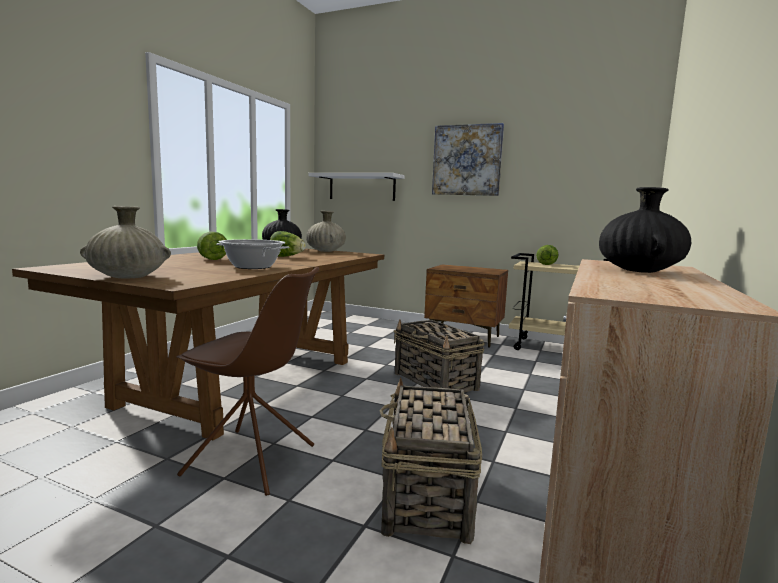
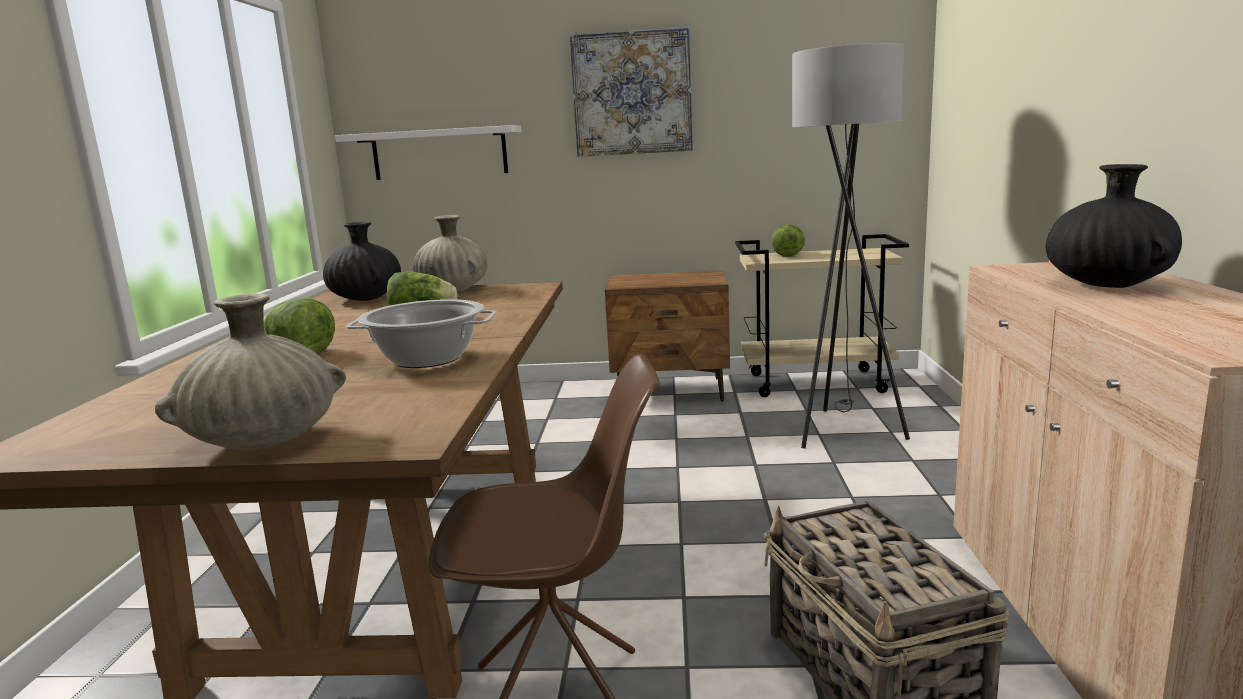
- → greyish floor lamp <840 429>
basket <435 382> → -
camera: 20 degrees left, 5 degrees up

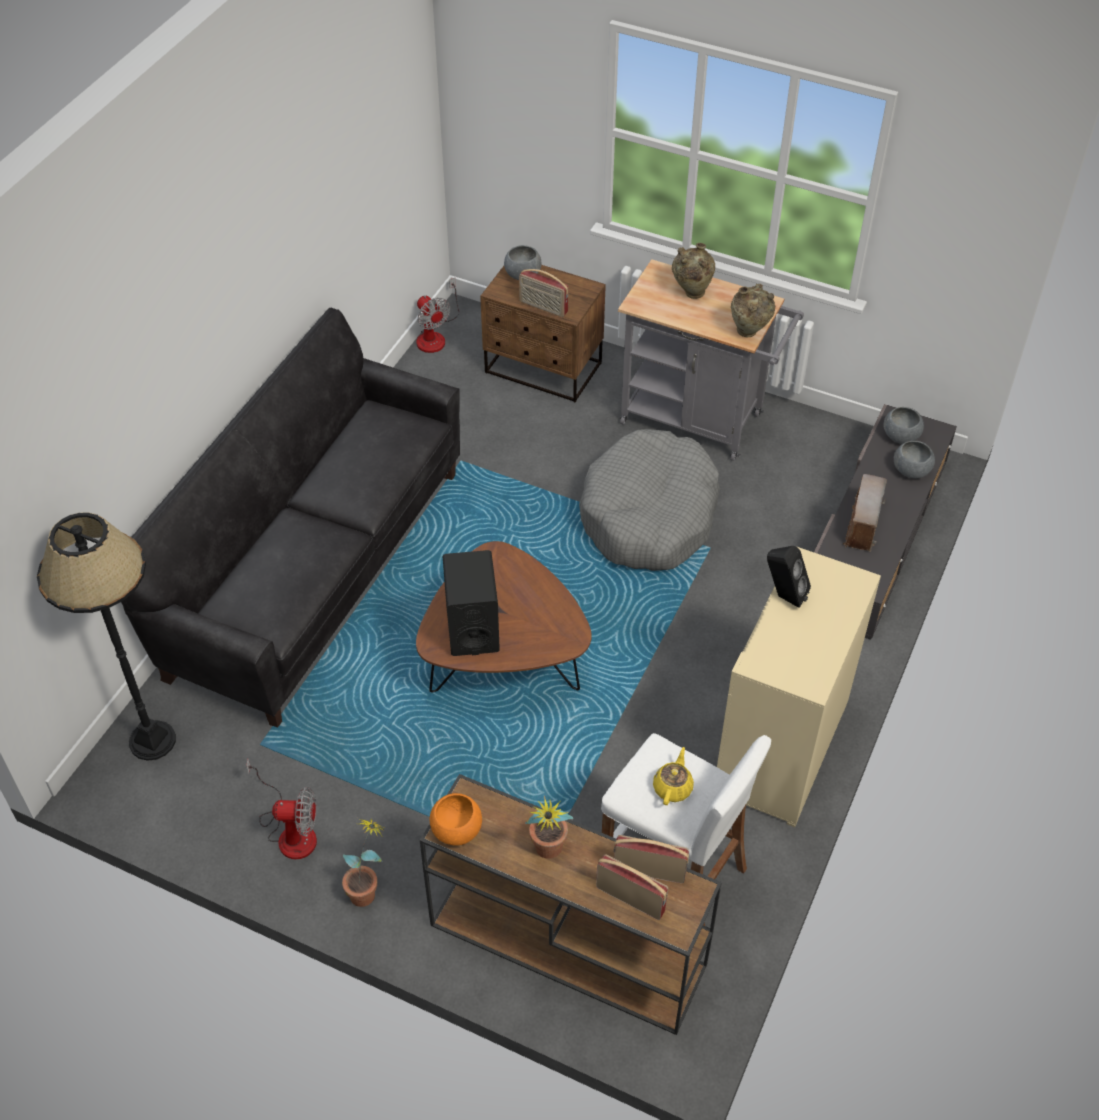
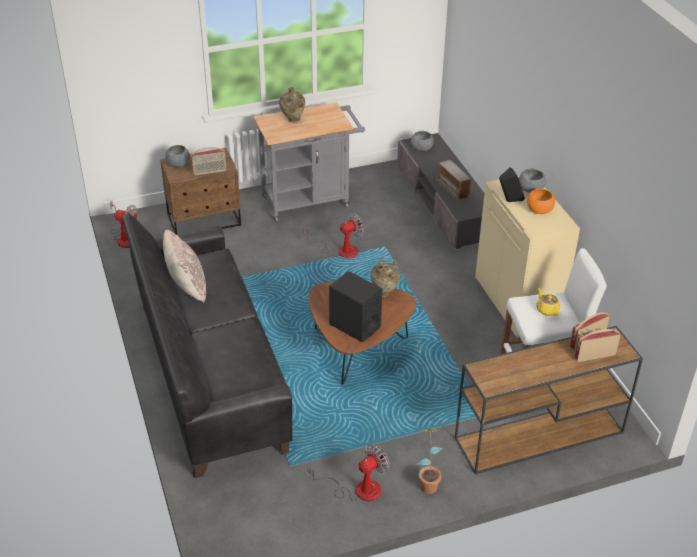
- → beige-coloured throw pillow <186 286>
greyish pet bed <649 515> → cooling fan <340 250>
beige-coloured decorative vase <749 333> → beige-coloured decorative vase <384 293>, shifted
greyish serving bowl <911 470> → greyish serving bowl <530 189>, shifted
orange-coloured serving bowl <456 829> → orange-coloured serving bowl <539 210>, shifted
blackish floor lamp <153 740> → -
plant in a pot <548 854> → -
camera: 45 degrees left, 10 degrees down

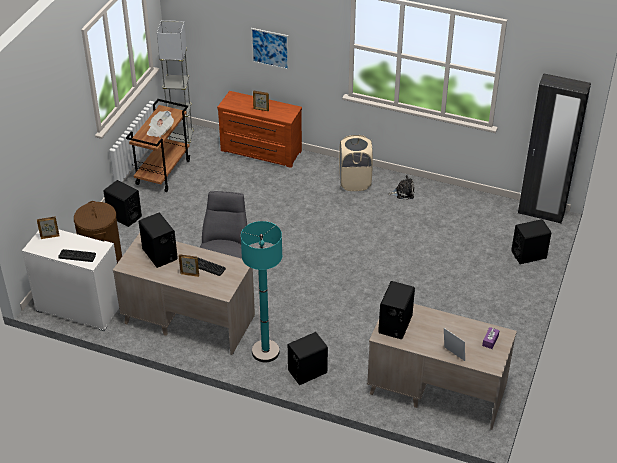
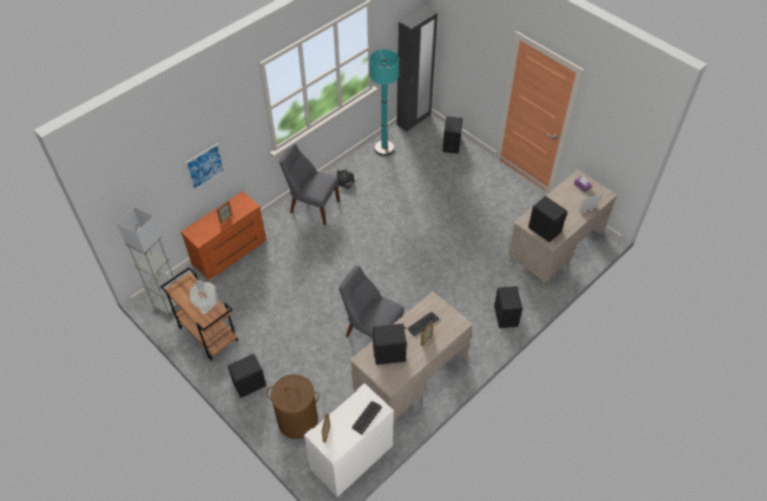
beige-coloured laundry basket <355 182> → greyish upright chair <312 206>
turquoise floor lamp <265 352> → turquoise floor lamp <384 148>, shifted
camera: 65 degrees left, 10 degrees up

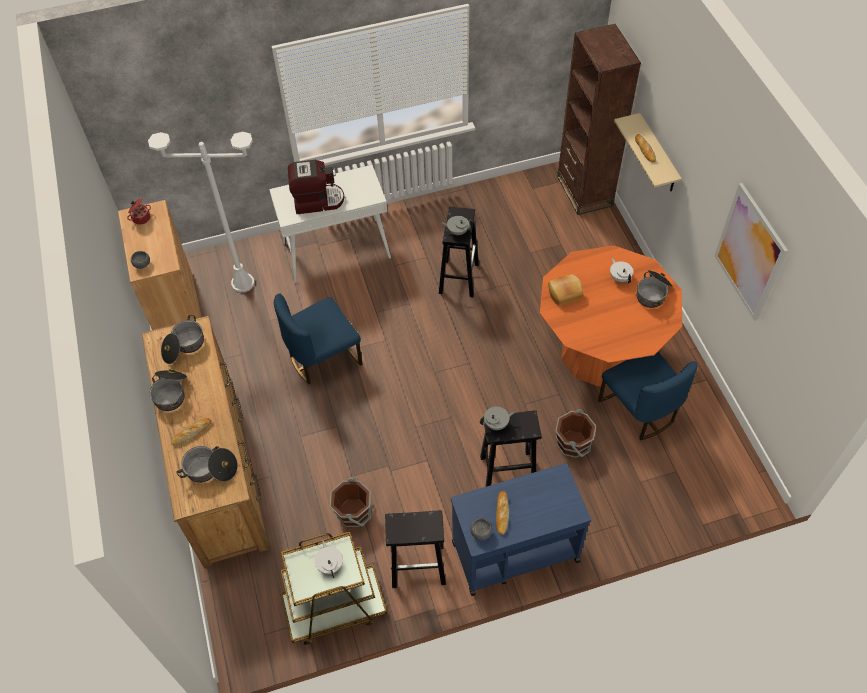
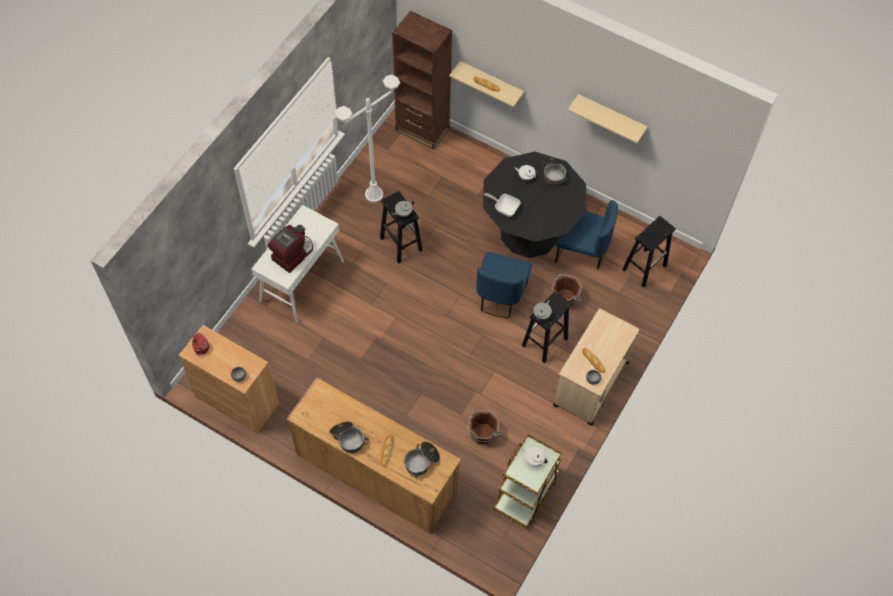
white floor lamp <242 283> → white floor lamp <374 195>, shifted
bluish upright chair <323 357> → bluish upright chair <500 296>, shifted
orange-coloured kitchen table <600 353> → blackish kitchen table <529 232>
bakery bread <564 293> → pan <504 209>
bluish wheeled cart <514 551> → beige-coloured wheeled cart <590 384>
wall art <750 253> → beige-coloured shelf <611 117>
blackish stool seat <419 566> → blackish stool seat <644 267>, shifted
saucepot <184 346> → -
camera: 45 degrees left, 5 degrees up

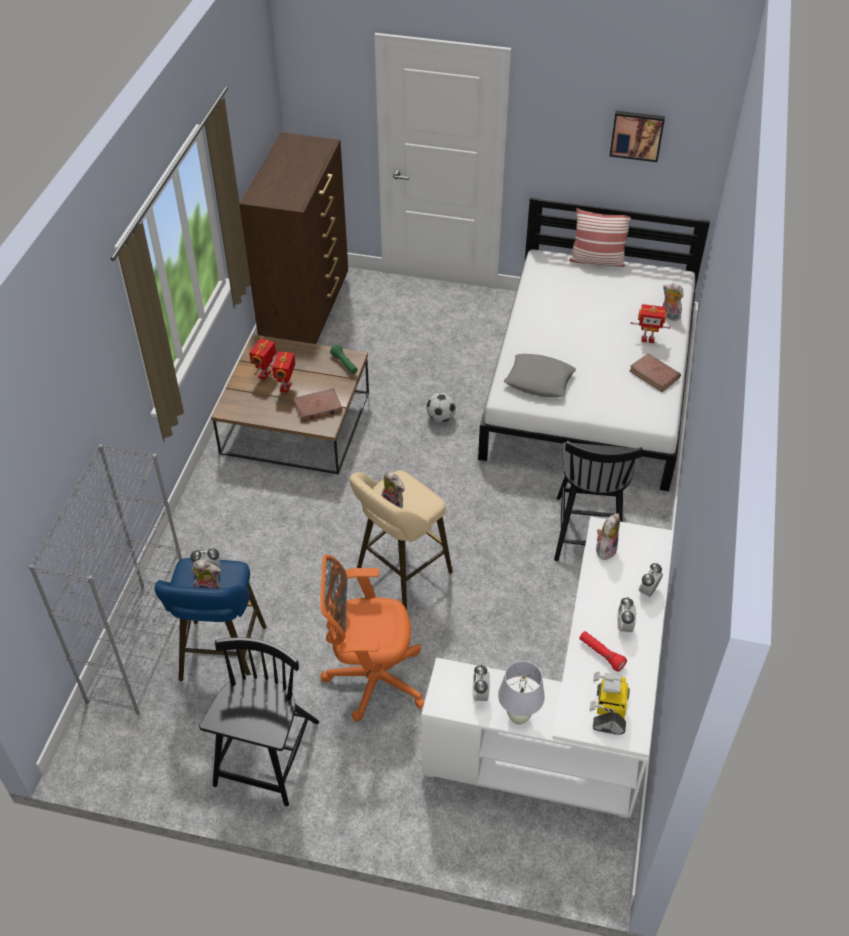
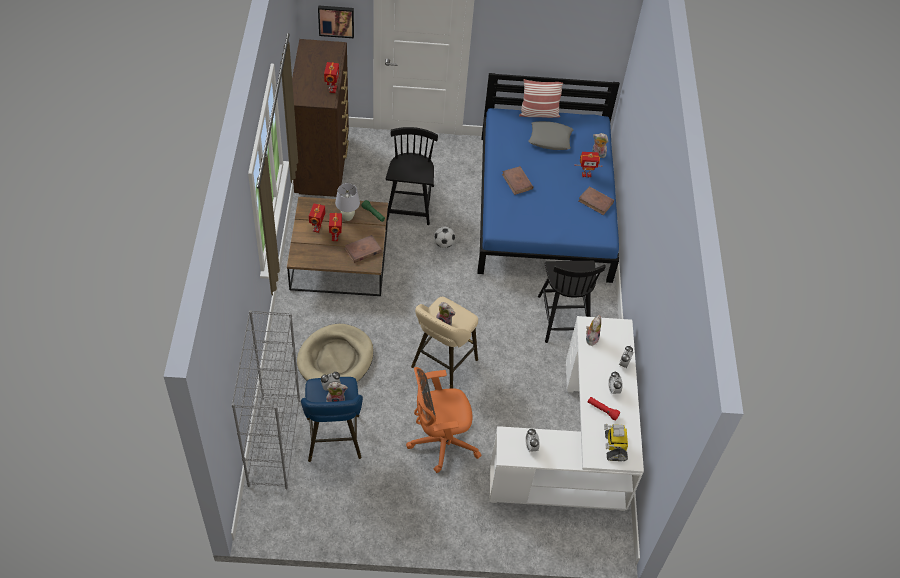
- → beige-coloured pet bed <336 359>
wall art <637 135> → wall art <336 20>, shifted
- → robot figure <332 89>
white table lamp <518 717> → white table lamp <348 217>, shifted
blackish upright chair <267 755> → blackish upright chair <410 204>, shifted
white bedroom bed <590 384> → bluish bedroom bed <544 206>
- → brownish book <517 182>
greyish throw pillow <539 380> → greyish throw pillow <550 139>, shifted
camera: 15 degrees left, 5 degrees up

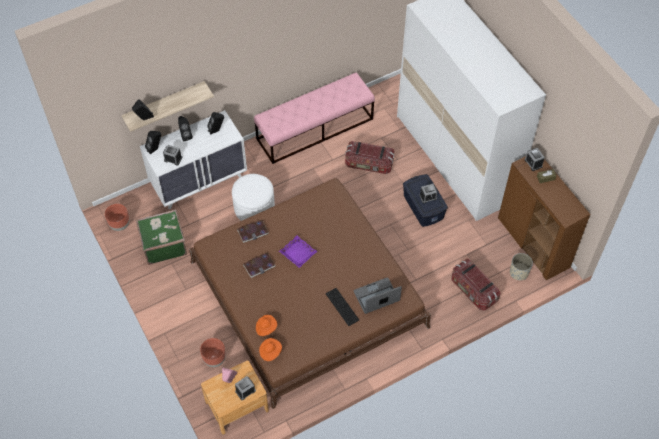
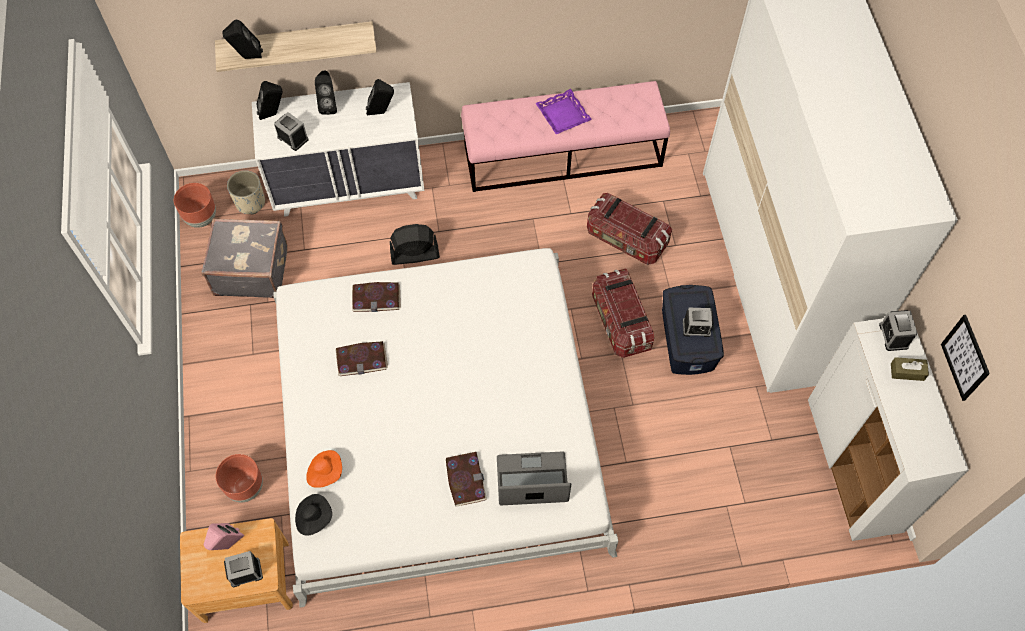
green piece of luggage <163 244> → greyish piece of luggage <251 270>
beige-coloured planter <518 272> → beige-coloured planter <250 202>, shifted
brownish bedroom bed <308 293> → white bedroom bed <439 426>
orange-coloured hat <270 352> → blackish hat <314 517>
white pouffe <254 208> → blackish cooling fan <414 255>
keyboard <342 307> → book <465 479>
purple tray <297 253> → purple tray <562 115>, shifted
storage container <473 290> → storage container <620 322>, shifted
brownish storage cabinet <533 243> → white storage cabinet <854 466>
- → wall art <965 358>
camera: 20 degrees right, 5 degrees up

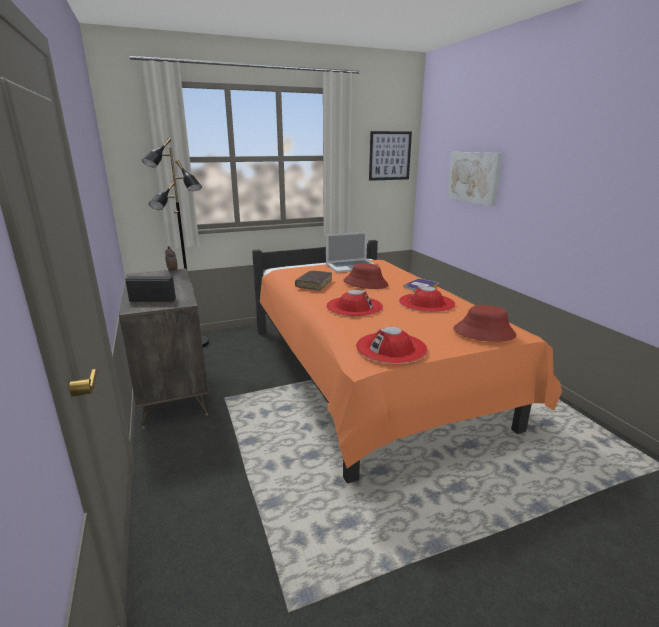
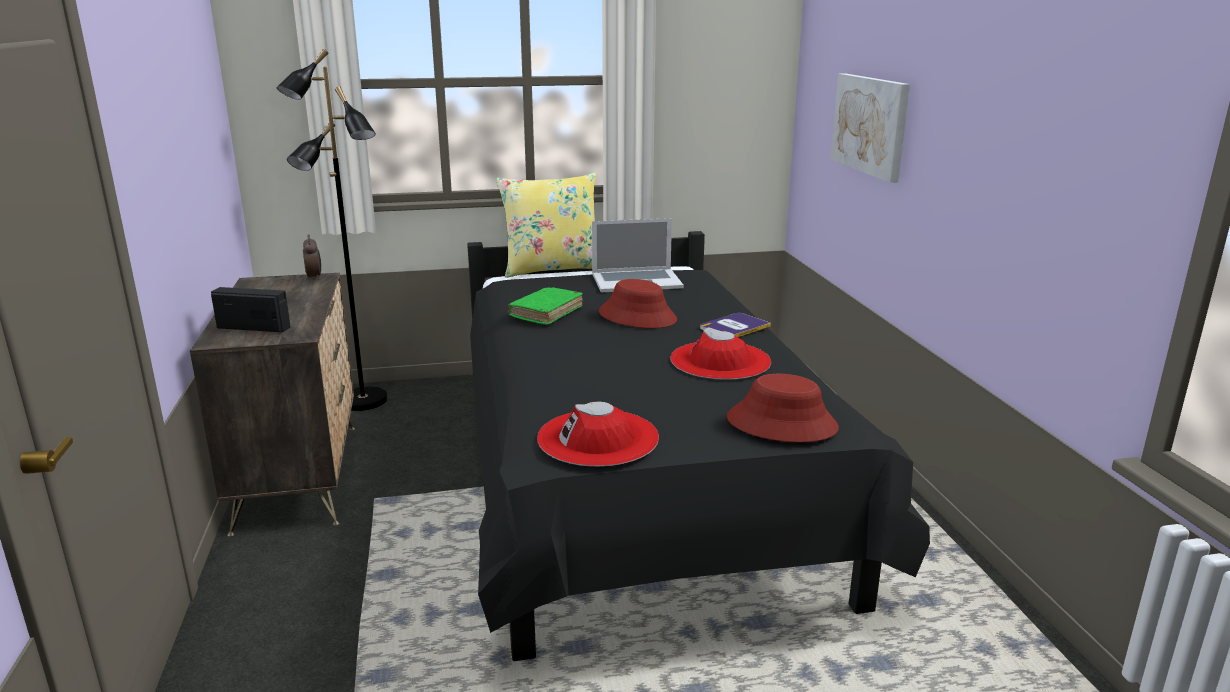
orange-coloured bedroom bed <368 377> → blackish bedroom bed <635 485>
- → yellowish throw pillow <552 269>
brownish book <314 284> → green book <546 313>
red hat <354 306> → -
wall art <390 156> → -
camera: 10 degrees right, 0 degrees up

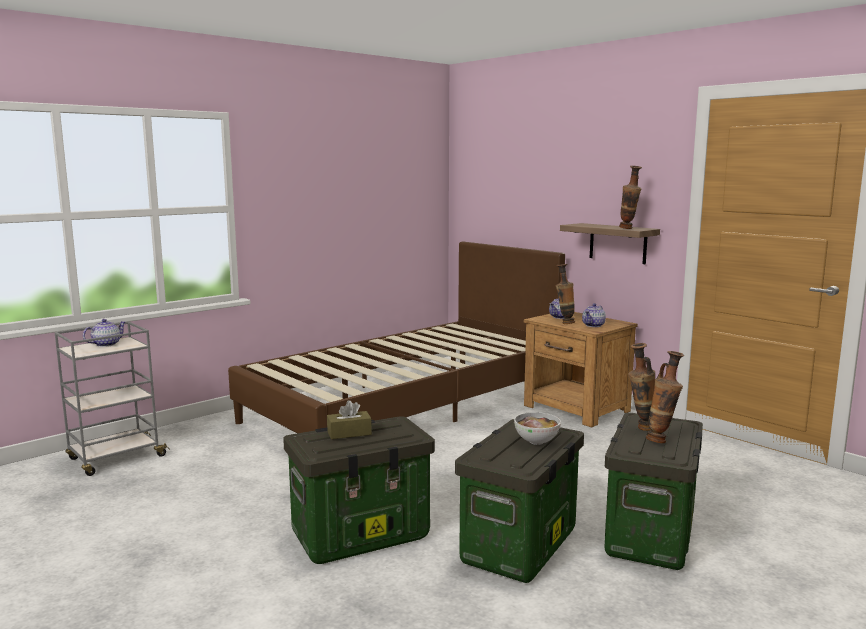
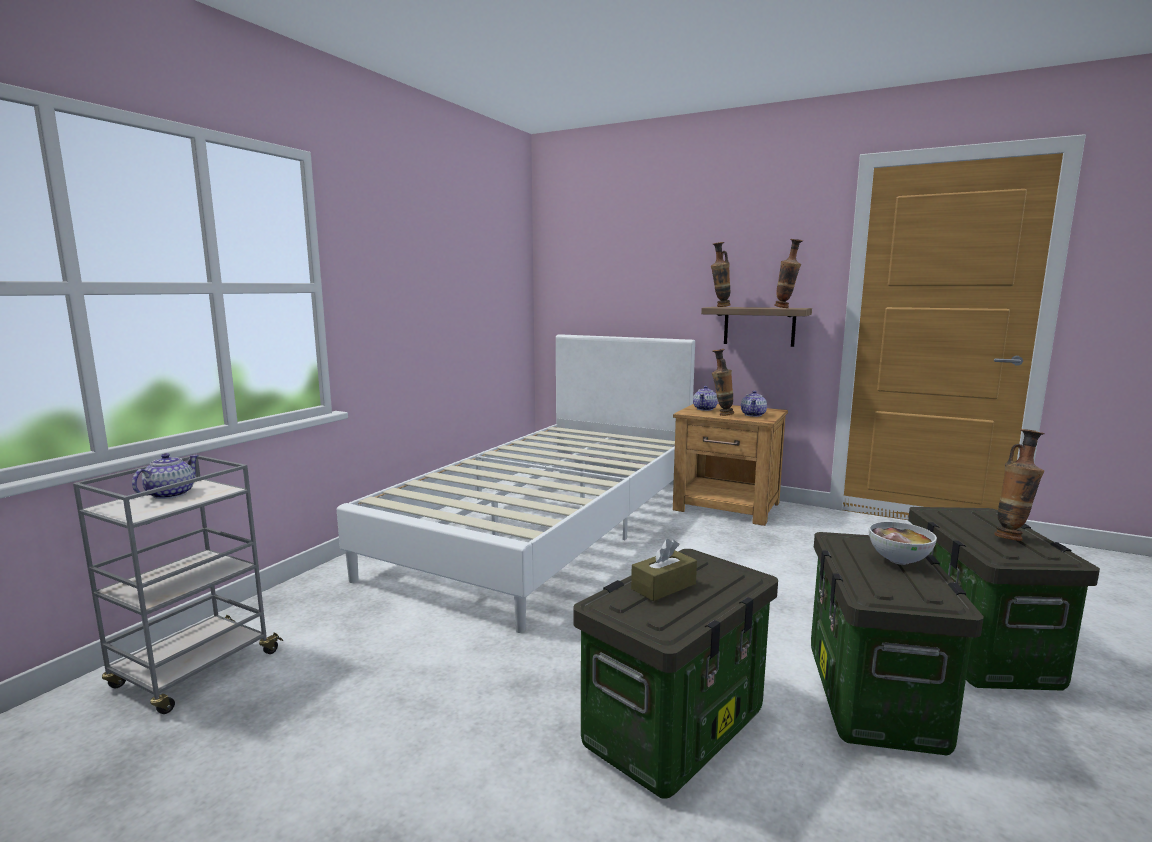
brownish bedroom bed <407 405> → white bedroom bed <548 527>
decorative vase <640 428> → decorative vase <719 307>, shifted
camera: 20 degrees left, 0 degrees up

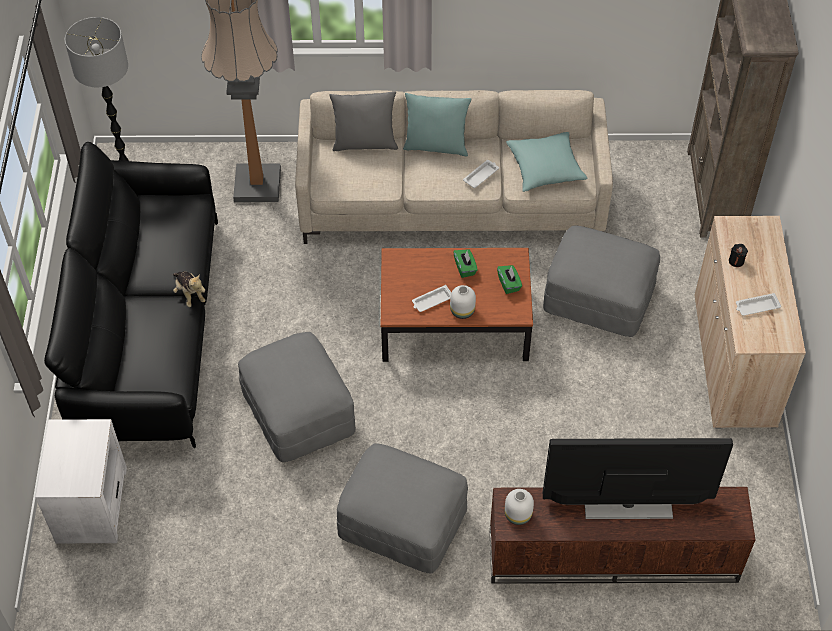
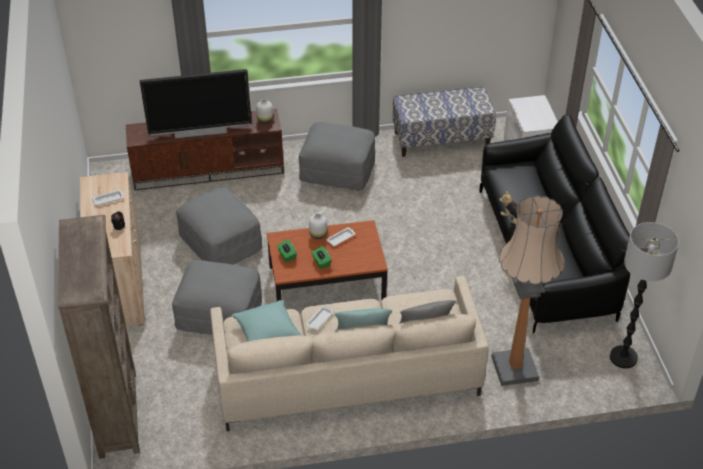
greyish pouffe <297 412> → greyish pouffe <221 244>, shifted
- → bench <441 139>
camera: 170 degrees right, 10 degrees down

